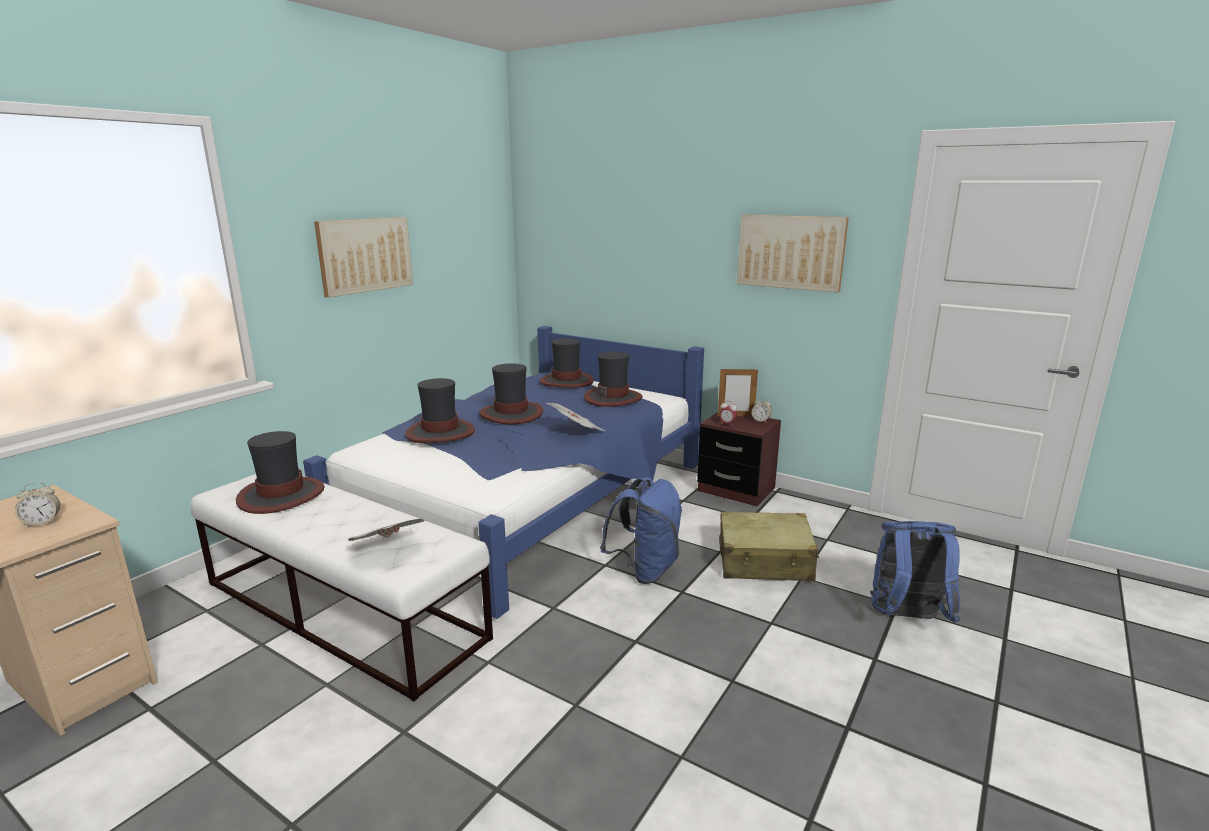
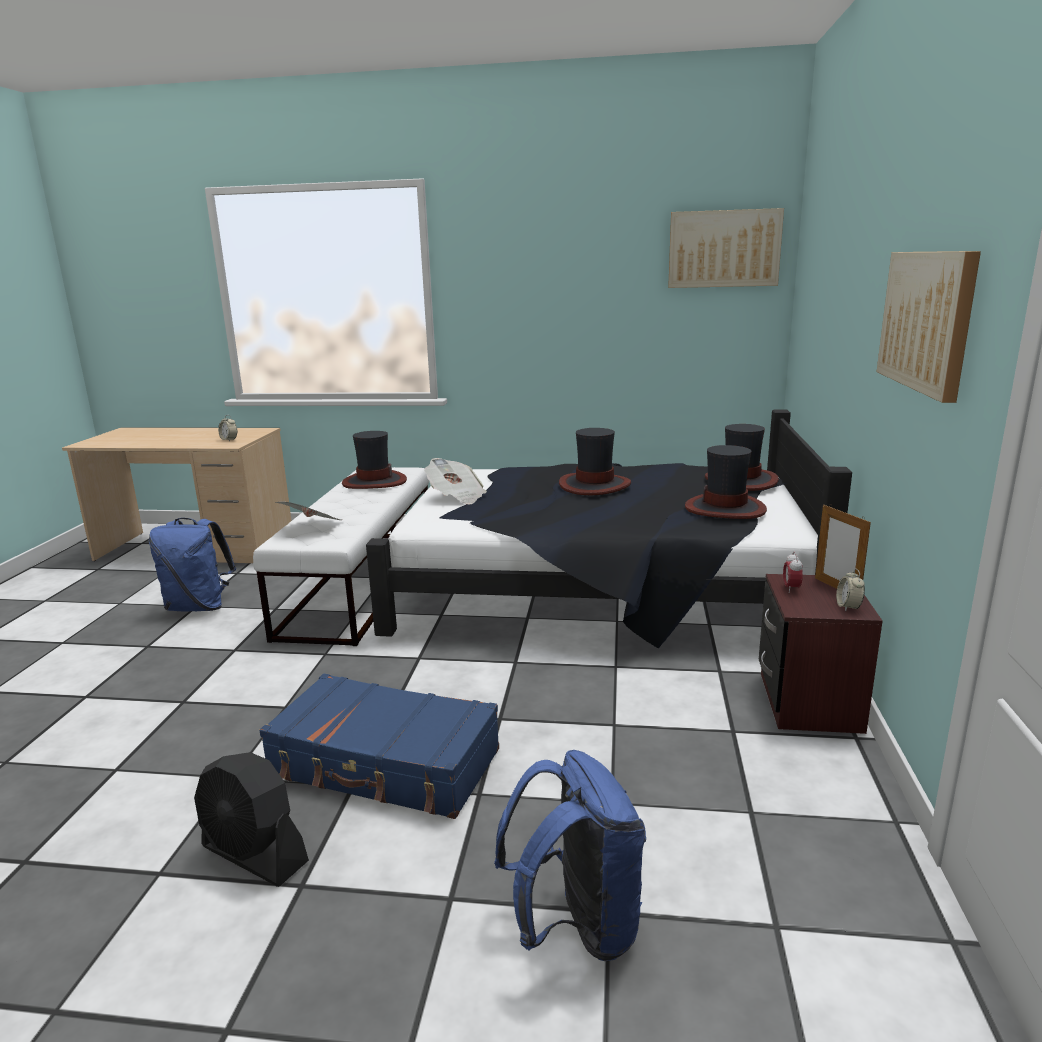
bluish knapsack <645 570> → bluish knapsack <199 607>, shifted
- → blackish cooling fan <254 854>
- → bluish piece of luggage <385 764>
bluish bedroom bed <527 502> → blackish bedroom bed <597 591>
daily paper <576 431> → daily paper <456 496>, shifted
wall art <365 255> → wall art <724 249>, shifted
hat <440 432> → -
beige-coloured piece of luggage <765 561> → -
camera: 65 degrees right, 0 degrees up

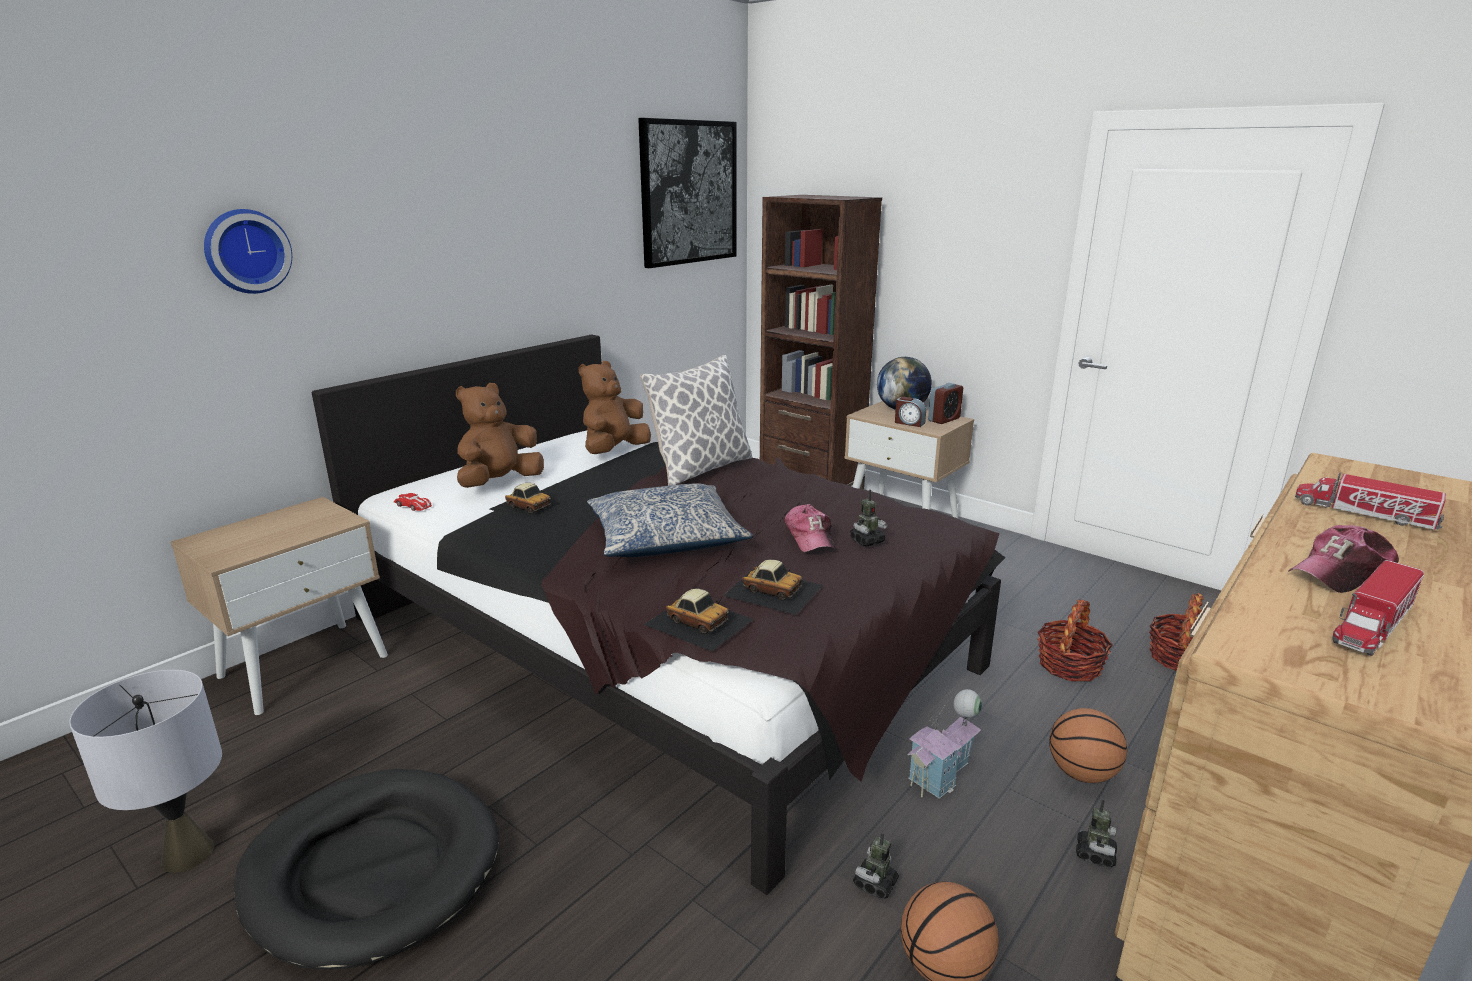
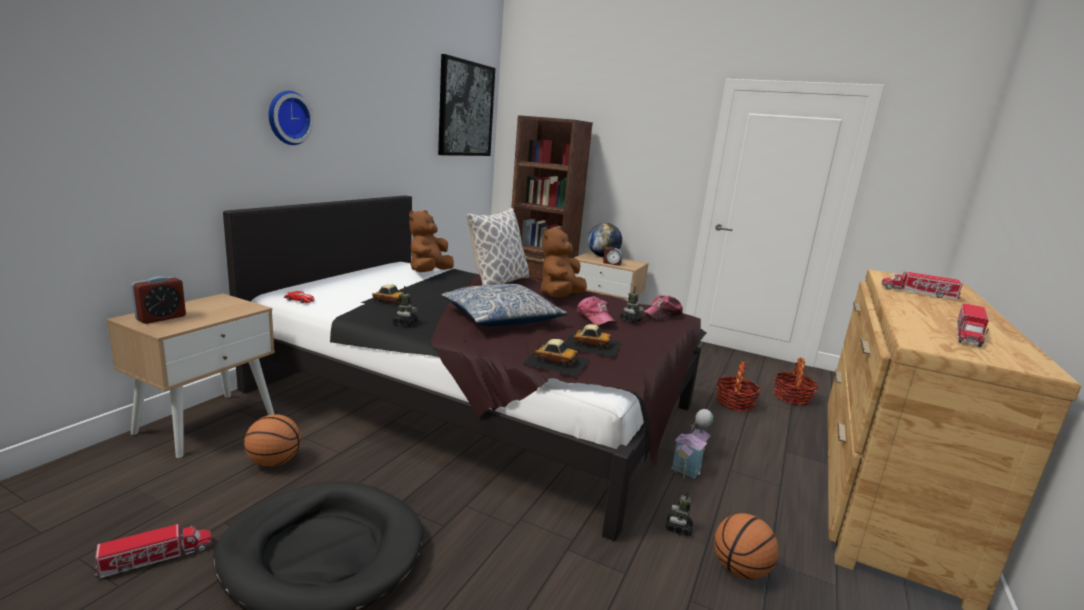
greyish table lamp <187 854> → model truck <156 558>
alarm clock <944 419> → alarm clock <161 318>, shifted
basketball ball <1082 773> → basketball ball <274 462>, shifted
hanging clock <246 251> → hanging clock <288 117>, shifted
robot figure <1095 854> → robot figure <405 323>, shifted
brownish soft toy <499 482> → brownish soft toy <560 296>, shifted
peaked cap <1341 573> → peaked cap <662 315>, shifted
camera: 15 degrees left, 5 degrees down

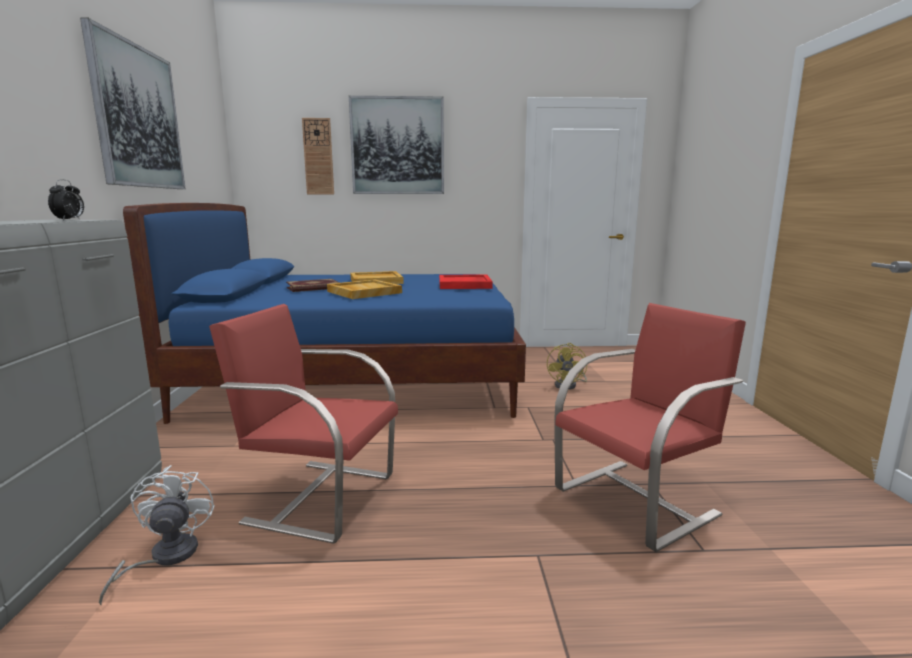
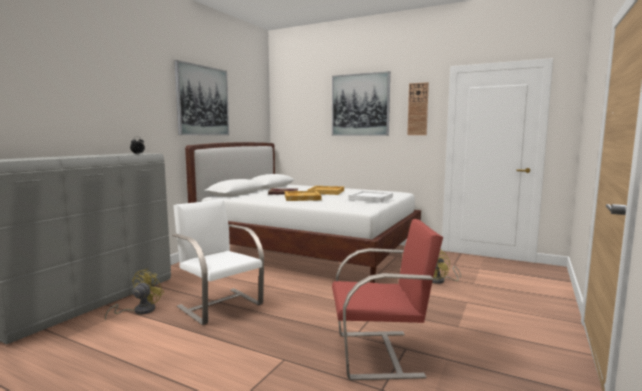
white cooling fan <165 558> → yellowish cooling fan <139 311>
red upright chair <319 497> → white upright chair <219 305>
bluish bedroom bed <360 378> → white bedroom bed <310 253>
red tray <465 285> → white tray <371 198>
hanging clock <318 157> → hanging clock <418 109>, shifted
camera: 30 degrees right, 5 degrees down

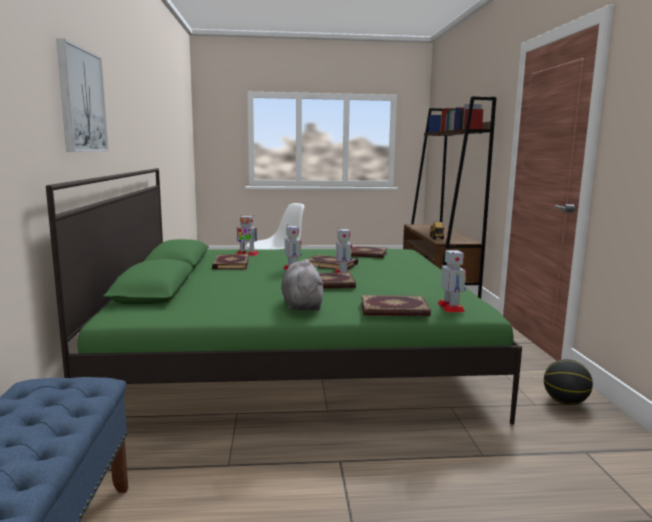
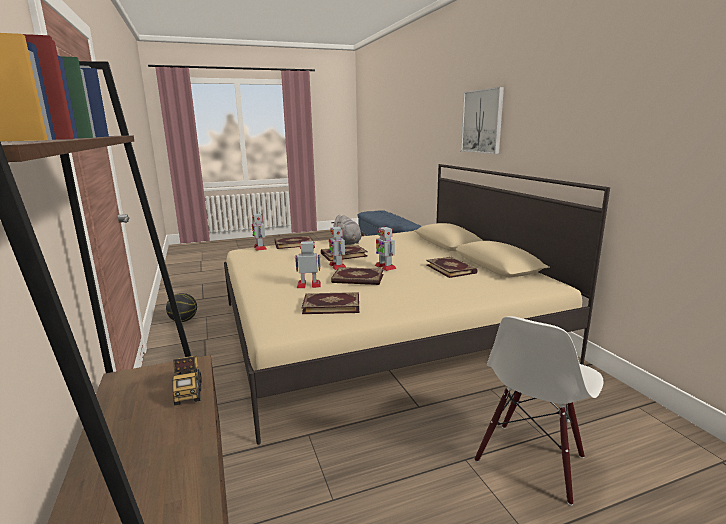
green bedroom bed <294 352> → beige-coloured bedroom bed <379 330>
robot figure <247 254> → robot figure <309 285>, shifted
camera: 165 degrees right, 5 degrees up

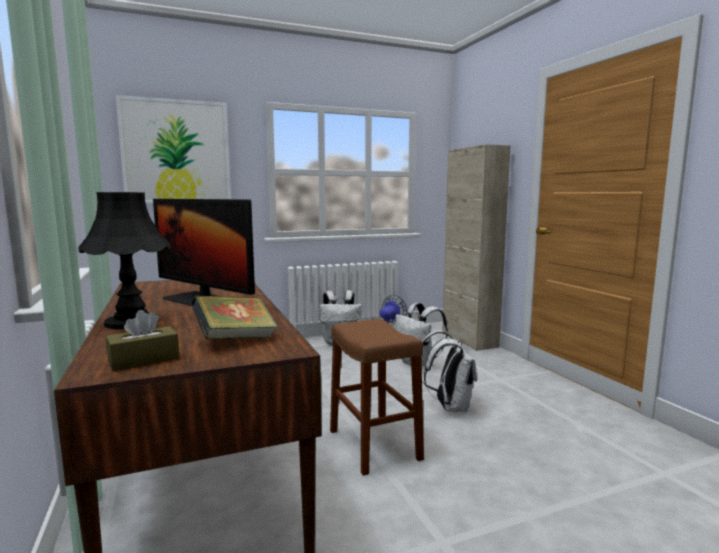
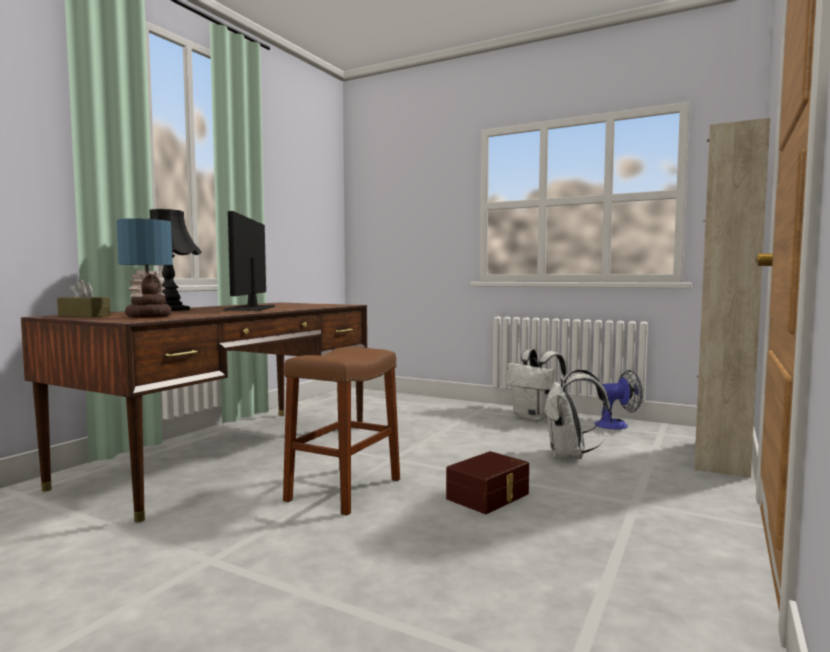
book <235 339> → table lamp <148 316>
white knapsack <449 406> → brownish storage container <489 497>
wall art <176 152> → -
camera: 50 degrees right, 5 degrees down

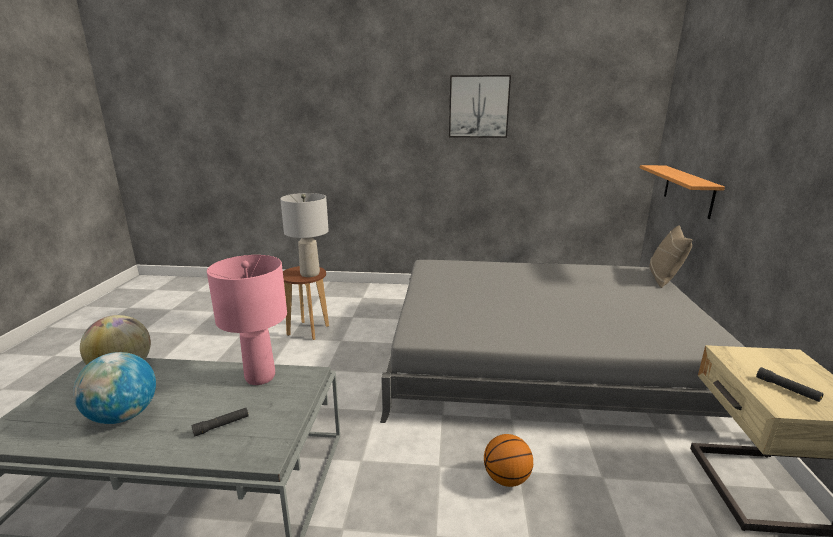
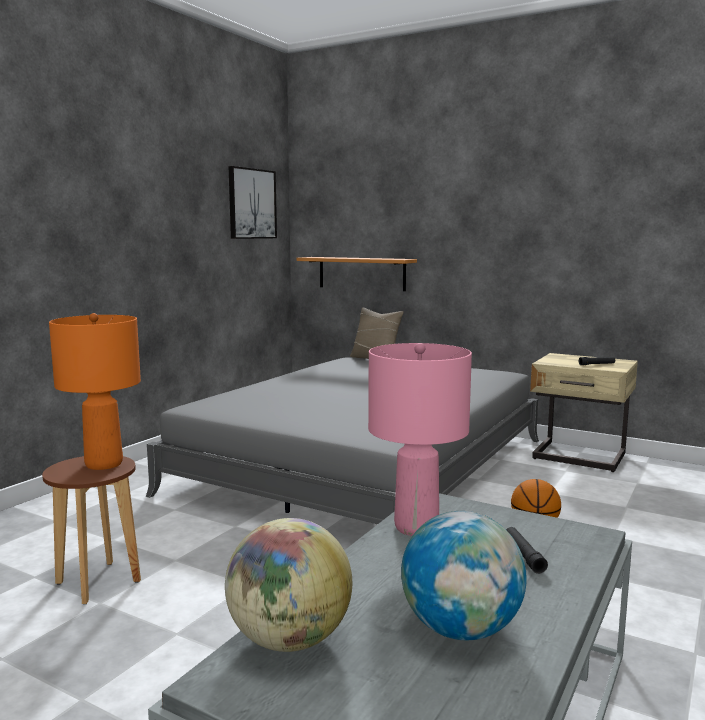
greyish table lamp <310 274> → orange-coloured table lamp <104 464>
wall art <479 106> → wall art <251 204>, shifted
camera: 65 degrees left, 10 degrees down

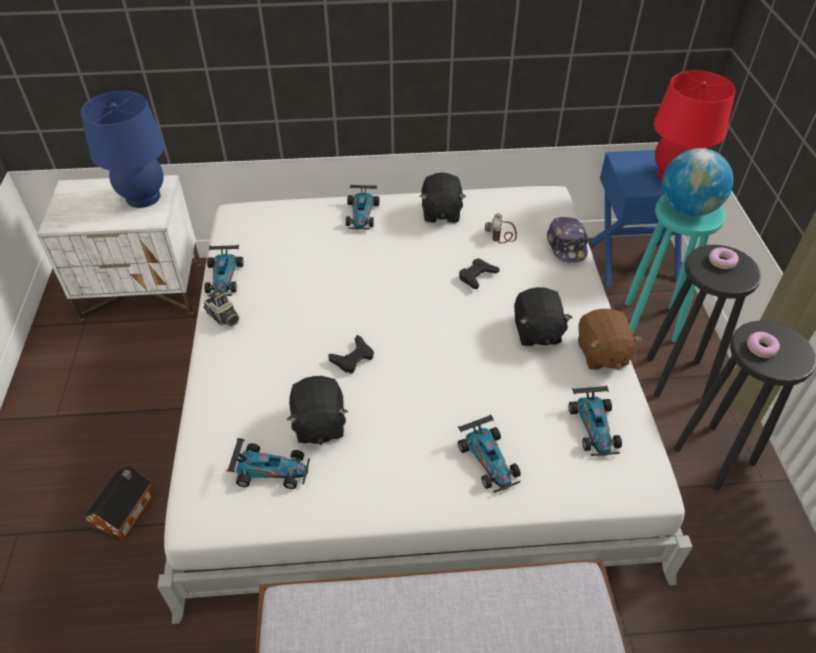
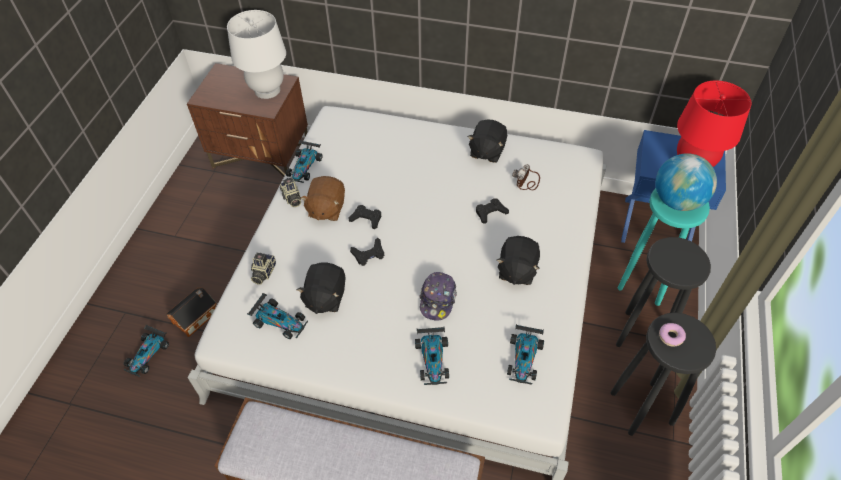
model car <362 214> → model car <148 354>, shifted
white night table <143 290> → brownish night table <262 155>
bluish table lamp <143 197> → white table lamp <267 90>
- → photo camera <263 273>
brownish soft toy <601 354> → brownish soft toy <326 209>, shifted
- → blackish gamepad <366 219>
peaked cap <566 245> → peaked cap <438 299>, shifted
donut <721 262> → -
camera: 20 degrees right, 5 degrees up

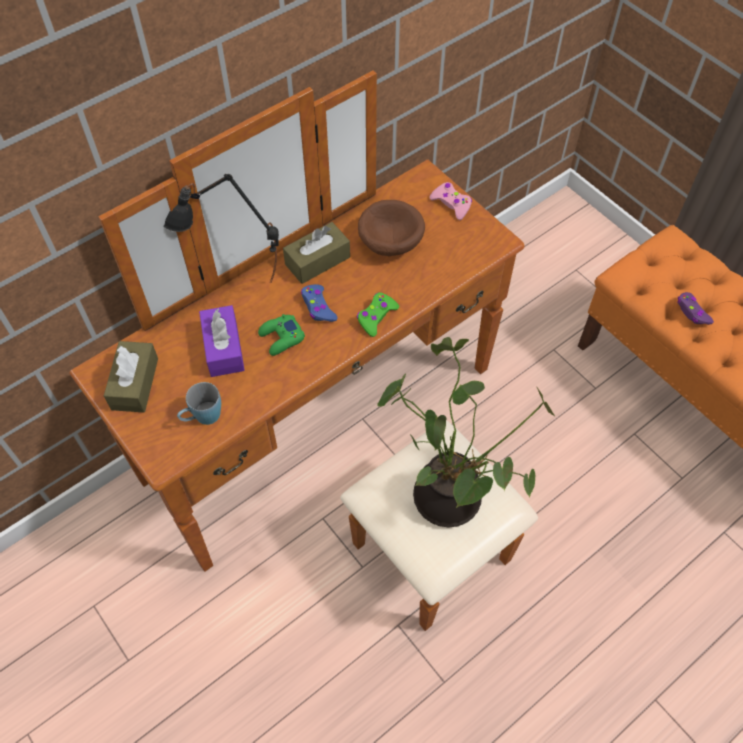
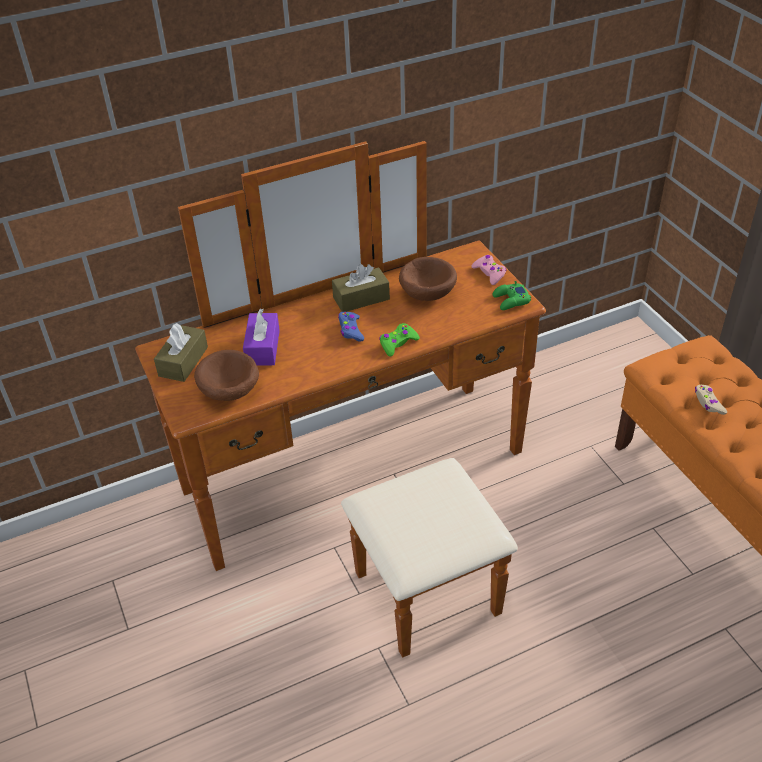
bluish coffee mug <202 417> → brownish serving bowl <229 392>
green gamepad <281 338> → green gamepad <511 300>, shifted
purple gamepad <692 312> → beige-coloured gamepad <708 403>
blackish table lamp <233 293> → -
plant in a pot <451 494> → -
camera: 15 degrees right, 15 degrees down

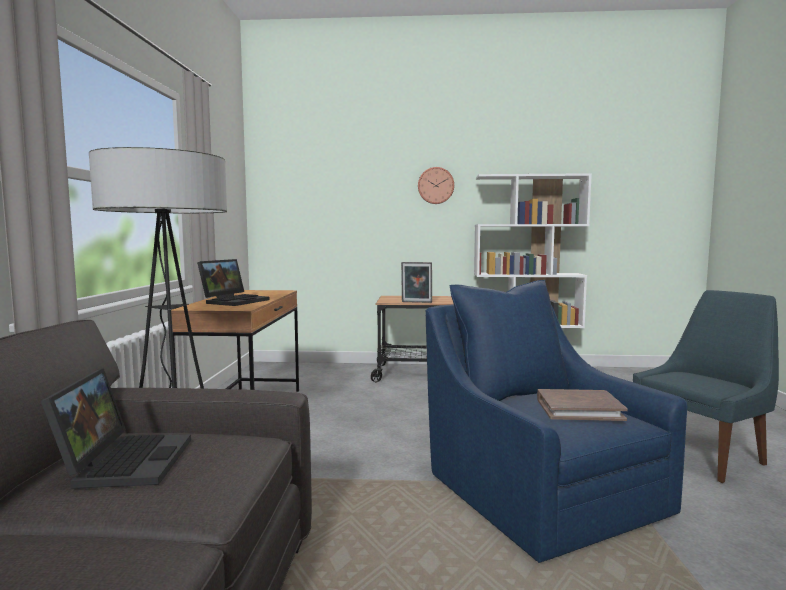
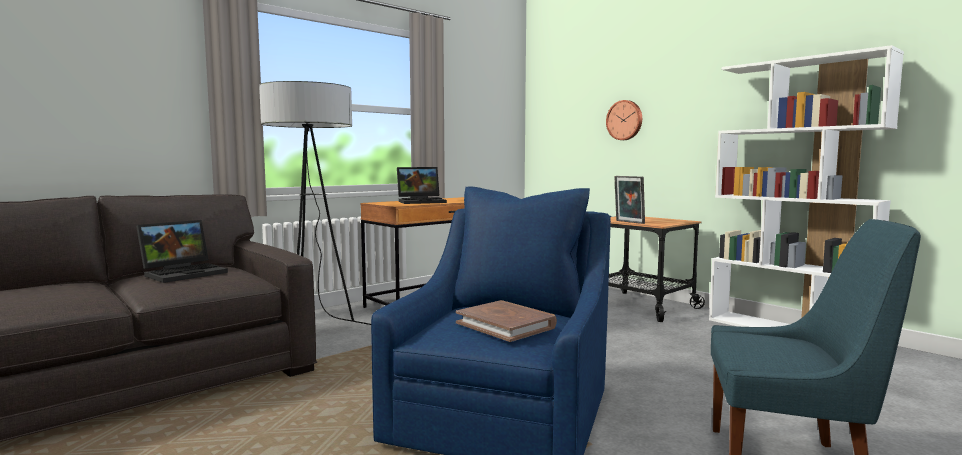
hanging clock <435 185> → hanging clock <625 120>, shifted
camera: 45 degrees right, 0 degrees up

